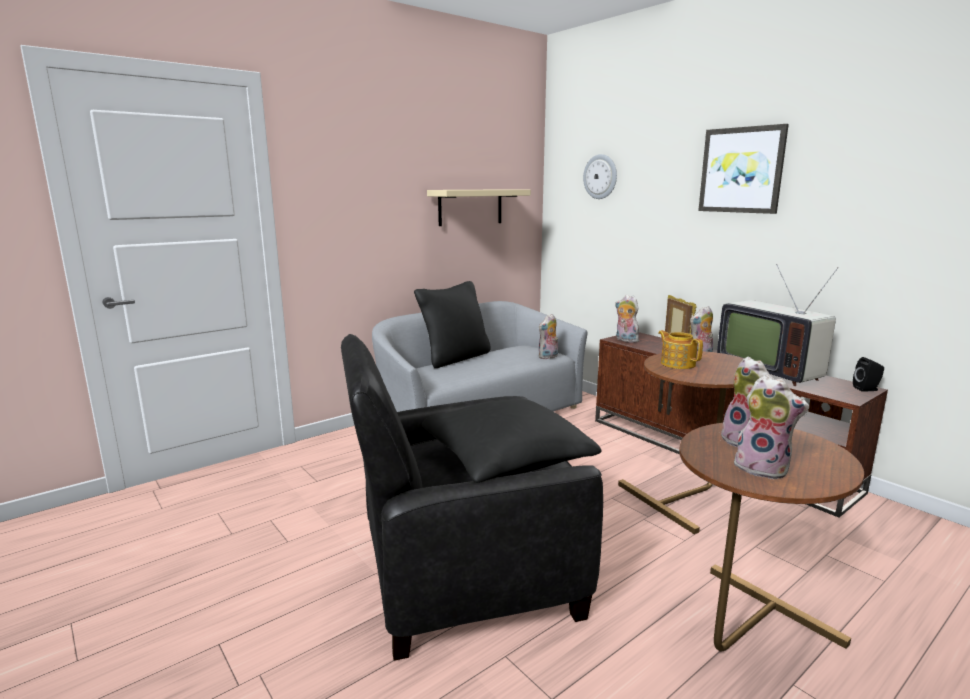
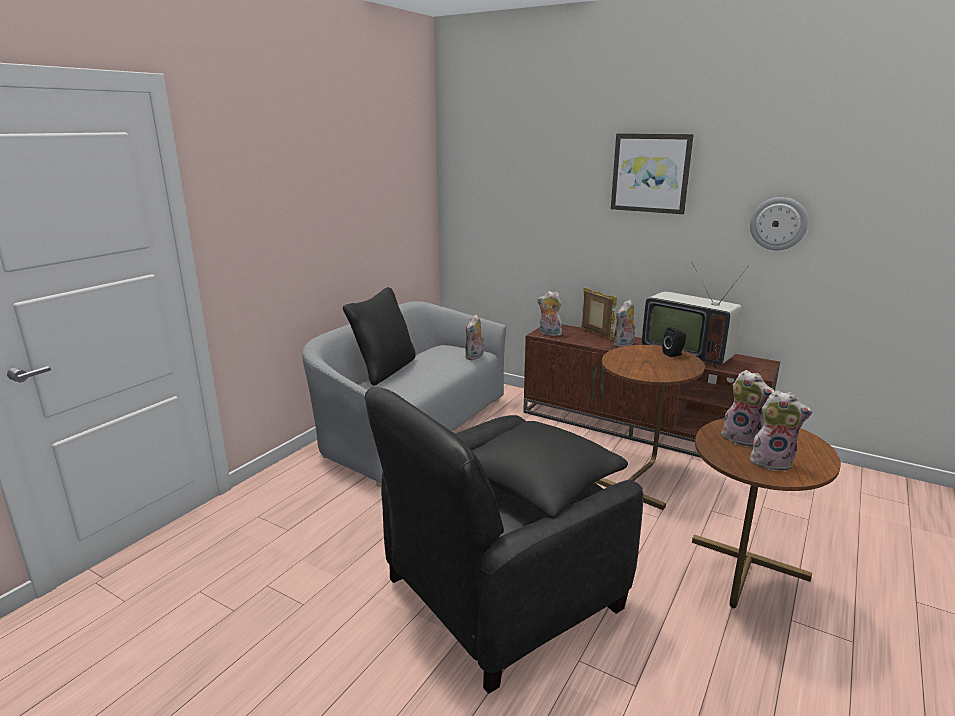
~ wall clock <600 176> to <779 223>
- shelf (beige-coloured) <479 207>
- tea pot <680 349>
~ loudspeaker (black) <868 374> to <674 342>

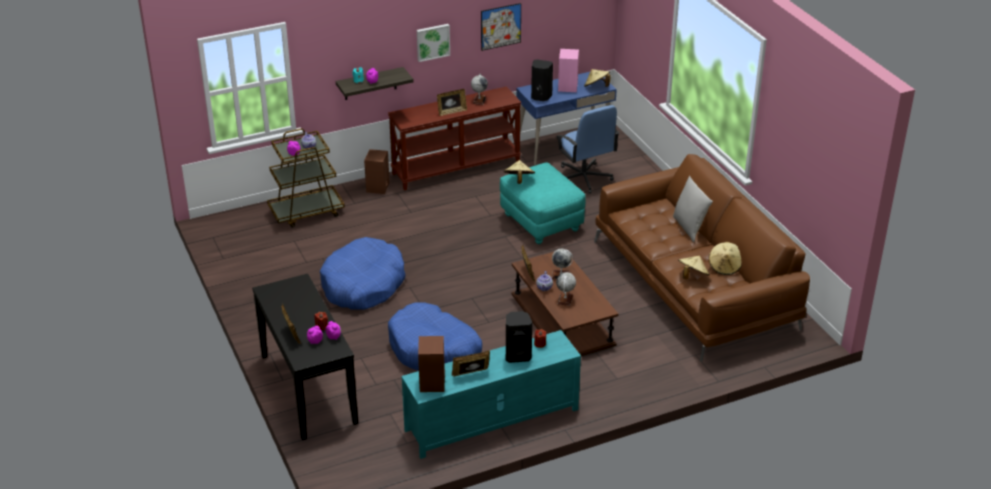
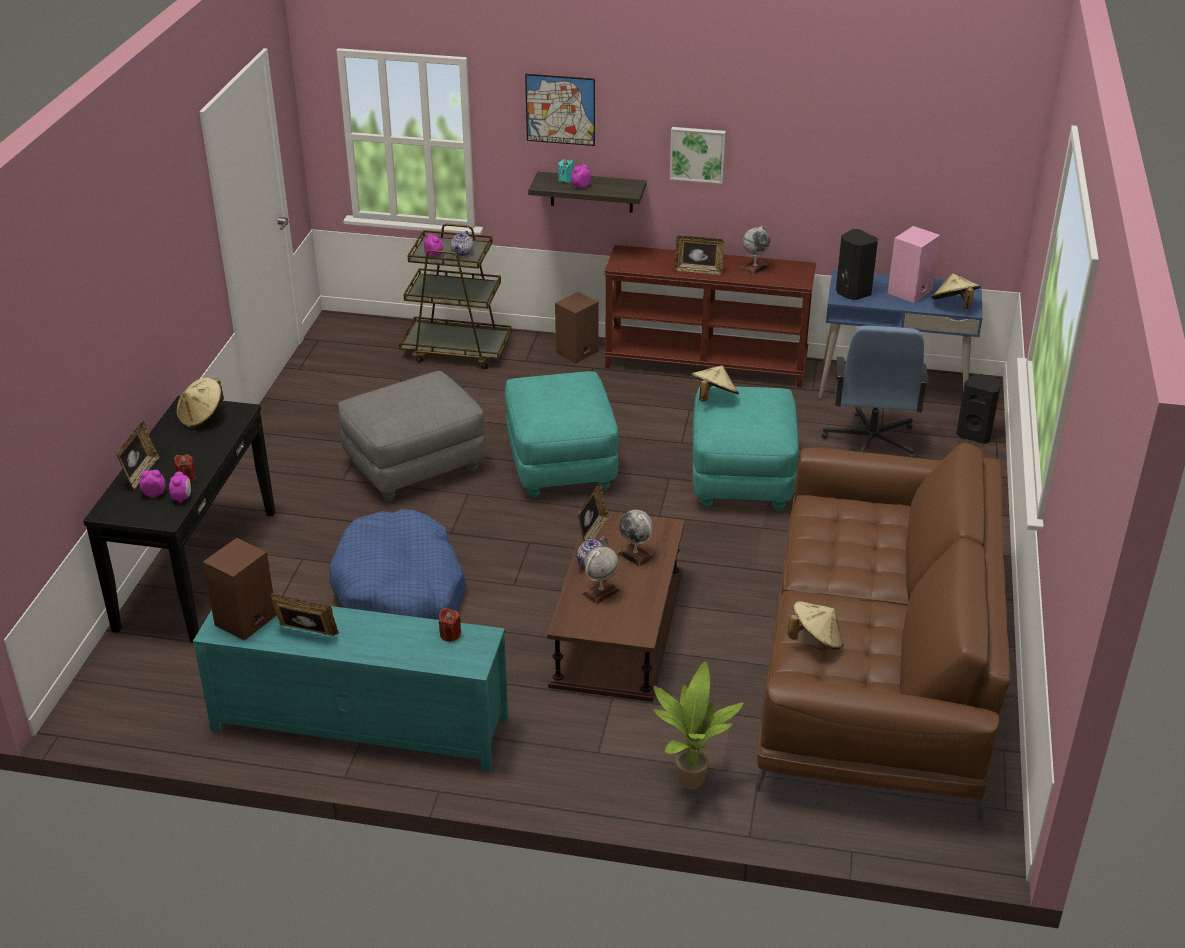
~ picture <501 27> to <560 110>
- pillow (greyish) <693 209>
~ dog cushion (bluish) <362 273> to pouffe (greyish) <412 436>
~ clothing hat (beige-coloured) <725 258> to <200 402>
~ loudspeaker (black) <519 337> to <978 409>
+ pouffe (blue-green) <562 434>
+ plant in a pot <698 725>

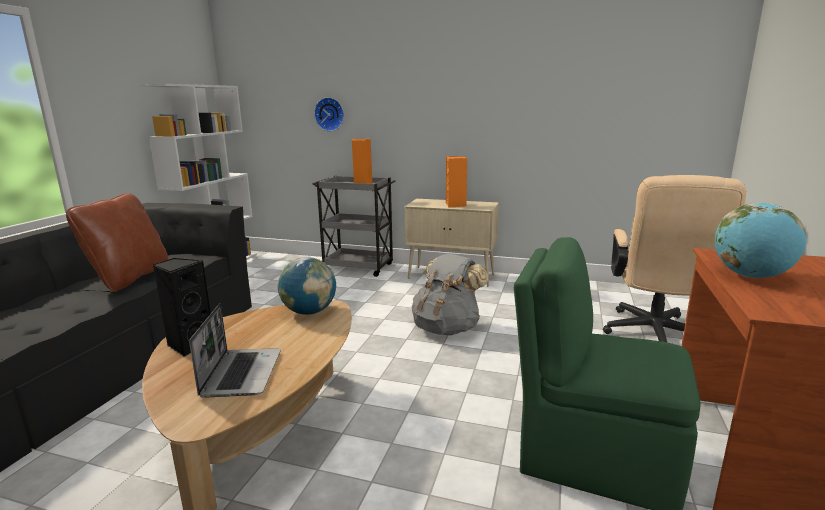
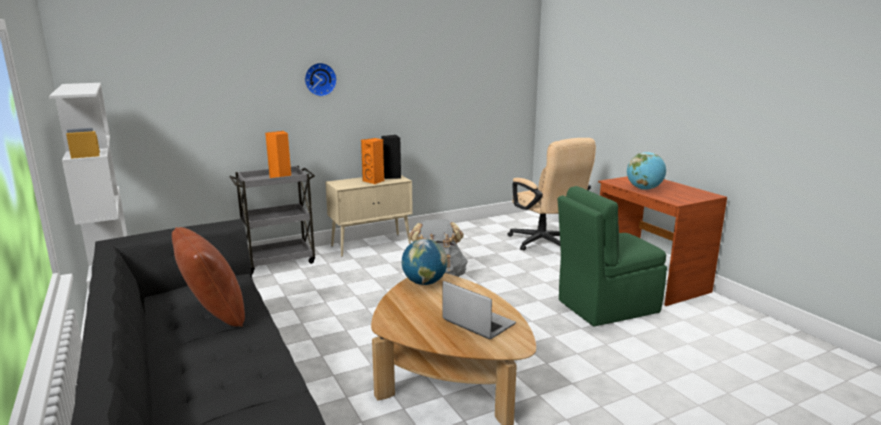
~ wall clock <329 114> to <320 80>
~ loudspeaker (black) <182 307> to <391 157>

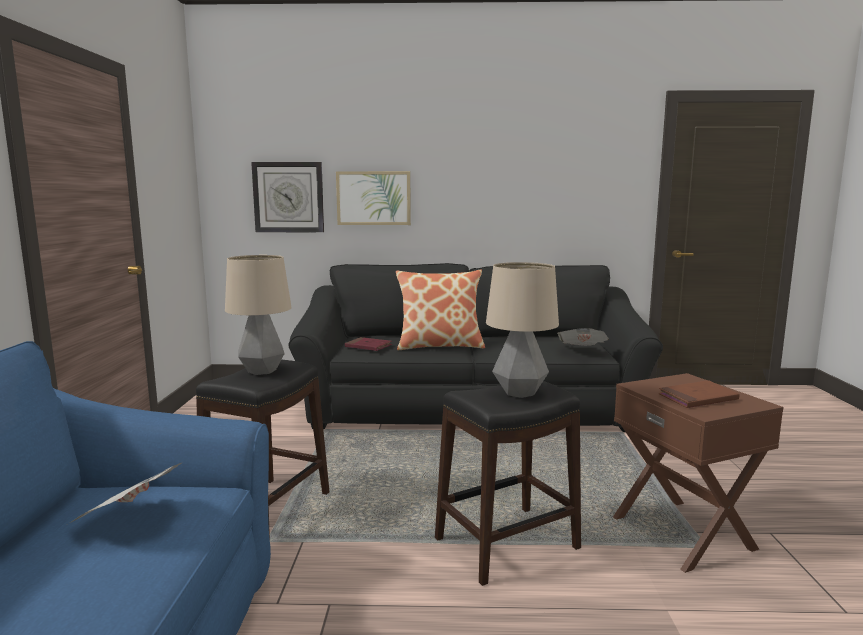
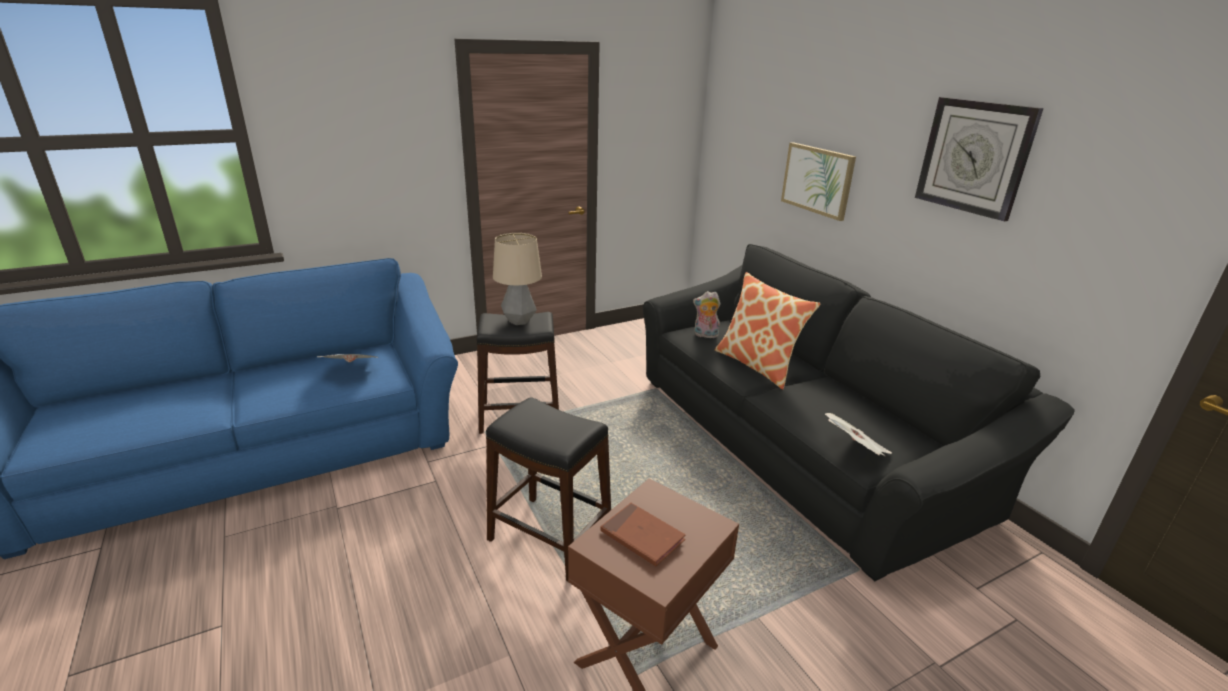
~ wall clock <287 197> to <979 159>
- table lamp <522 330>
~ book (reddish) <368 344> to soft toy <707 314>

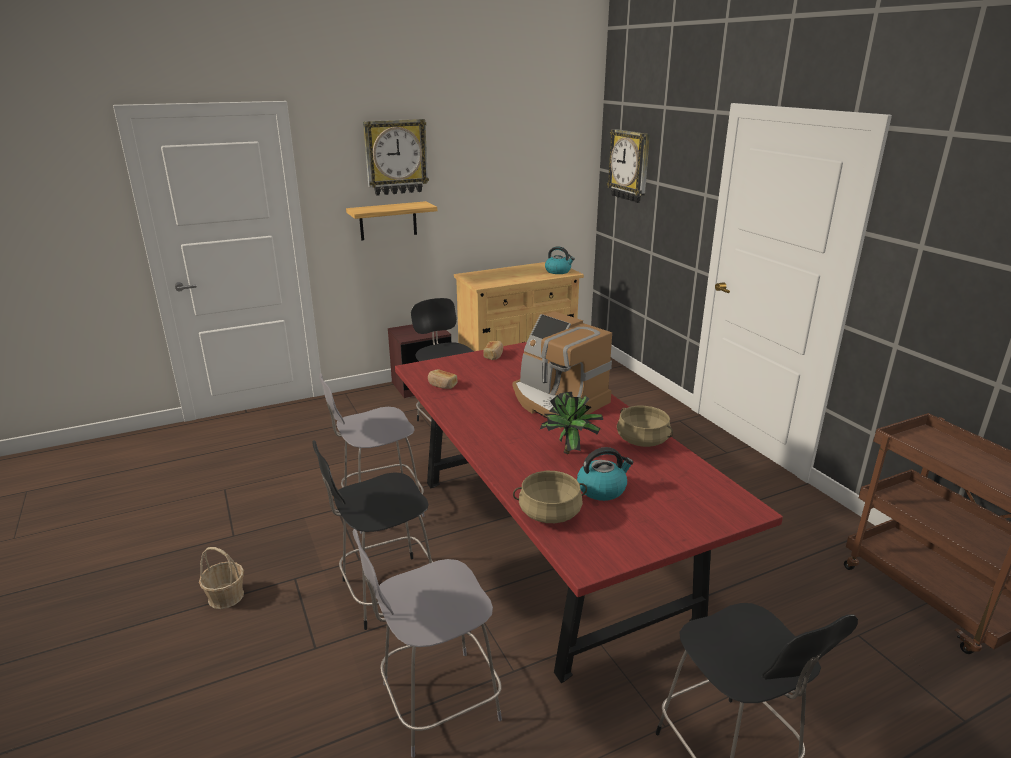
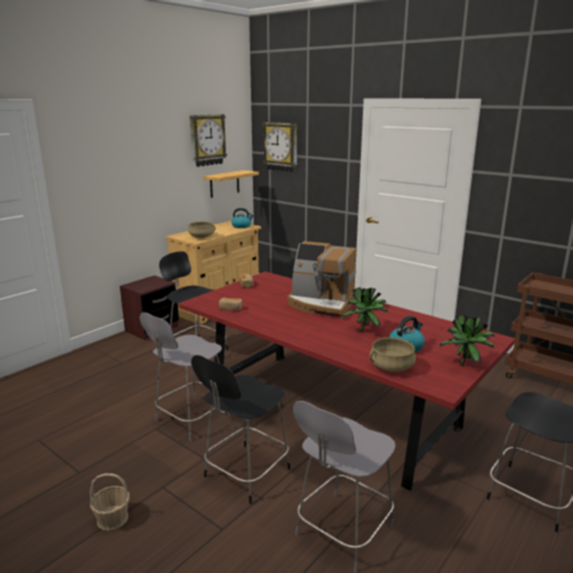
~ wall clock <396 157> to <208 140>
~ shelf <391 220> to <231 184>
~ cooking pot (beige-coloured) <645 426> to <201 229>
+ plant in a pot <467 340>

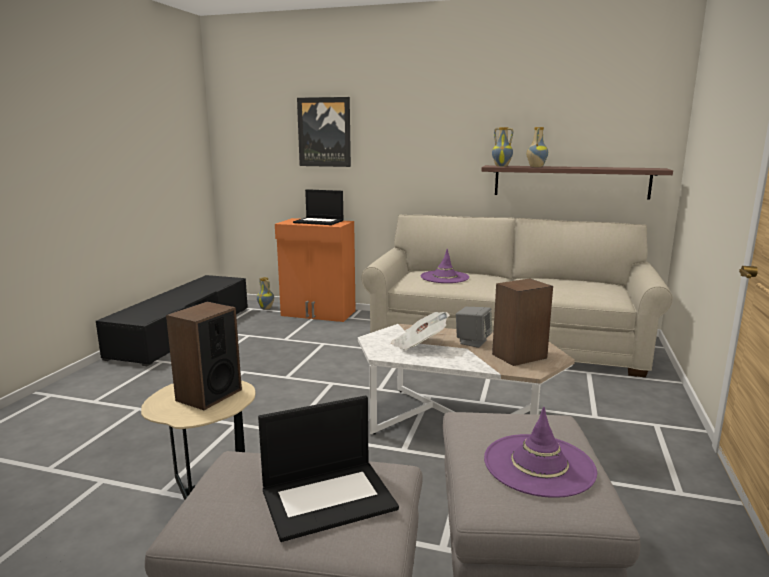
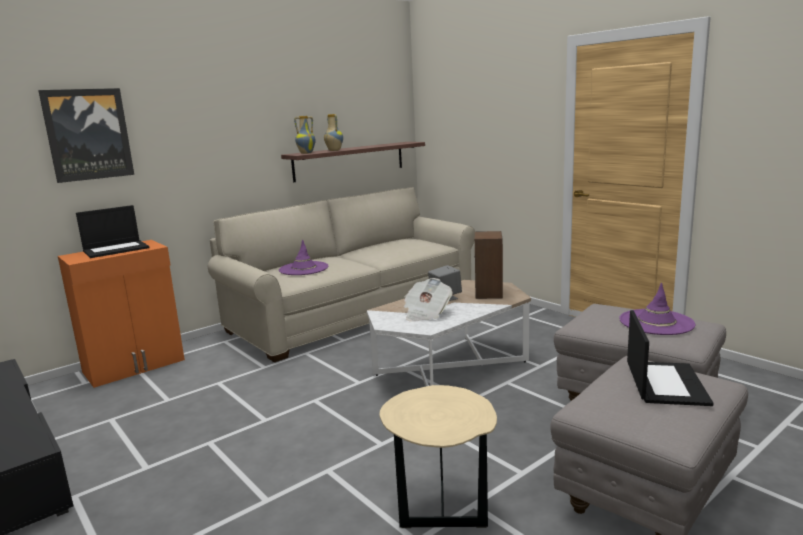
- decorative vase <265 293>
- loudspeaker <204 356>

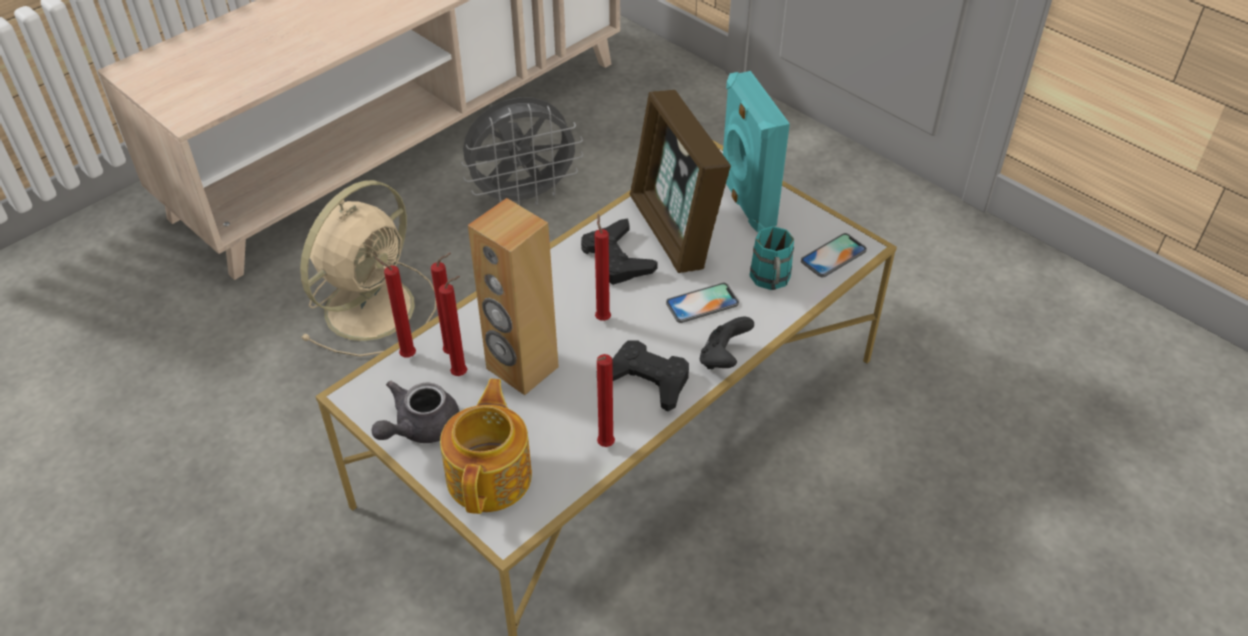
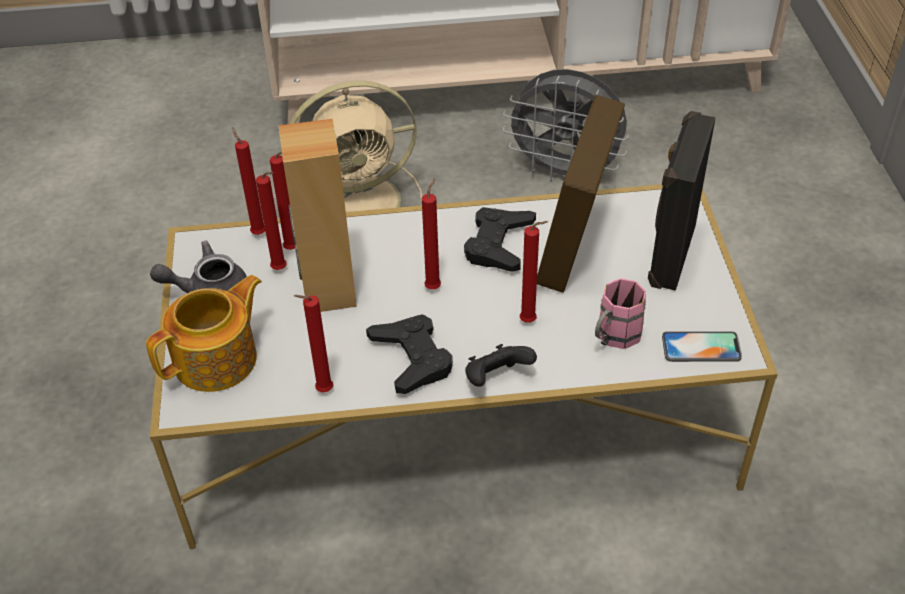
~ loudspeaker (blue-green) <756 151> to loudspeaker (black) <682 201>
~ mug (blue-green) <772 258> to mug (pink-coloured) <620 313>
~ phone <702 303> to candle (reddish) <534 272>

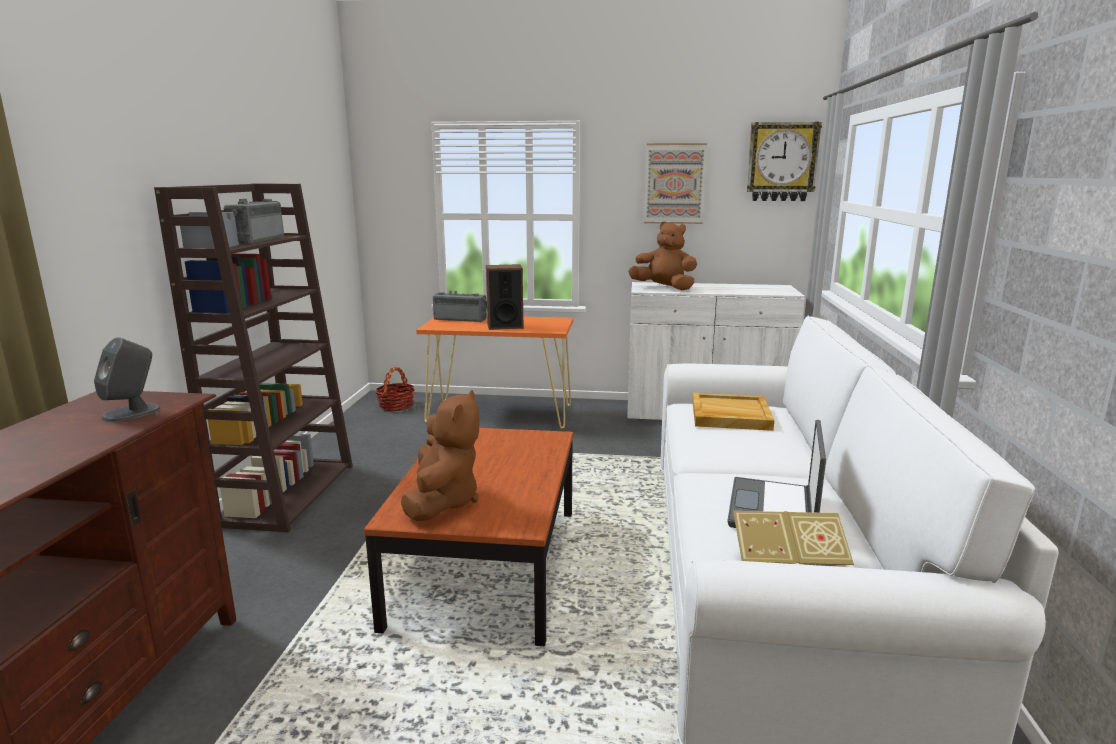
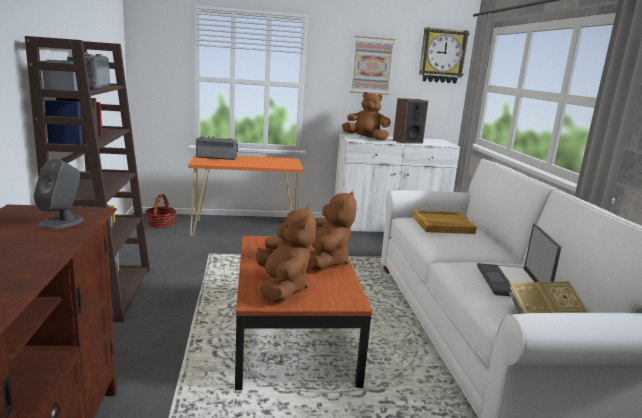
~ loudspeaker <505 297> to <410 121>
+ soft toy (brown) <332 231>

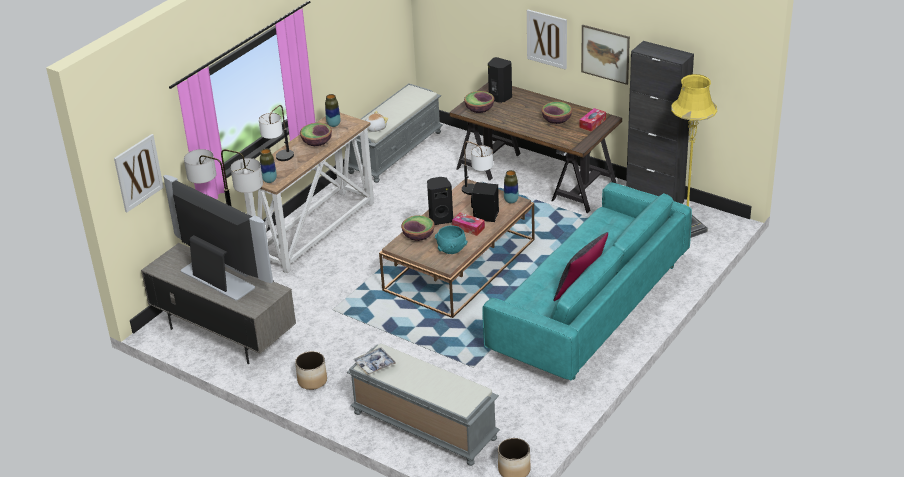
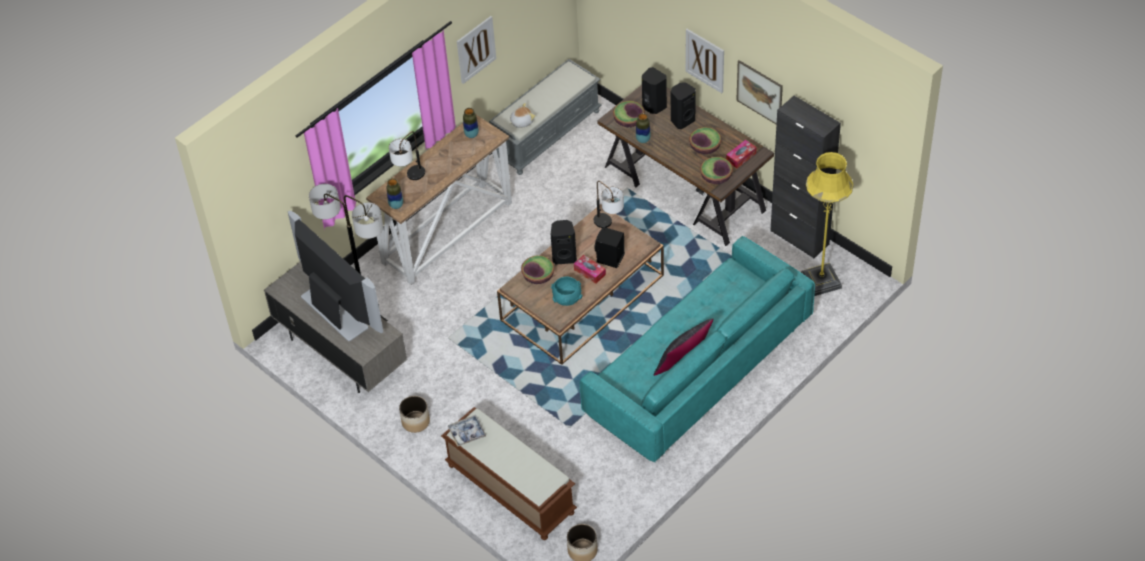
~ deep dish <316 134> to <716 170>
~ picture <139 173> to <476 50>
~ decorative vase <511 187> to <643 128>
~ long seat (greyish) <423 405> to long seat (brown) <509 473>
+ loudspeaker (black) <683 105>

